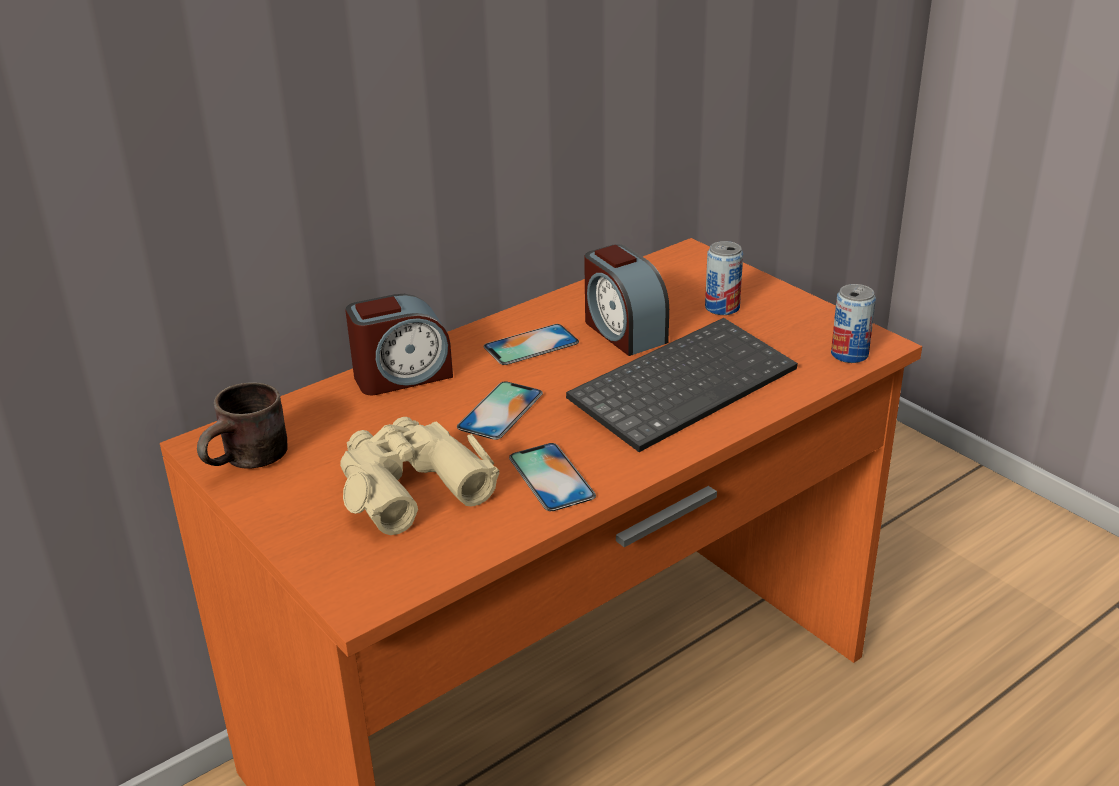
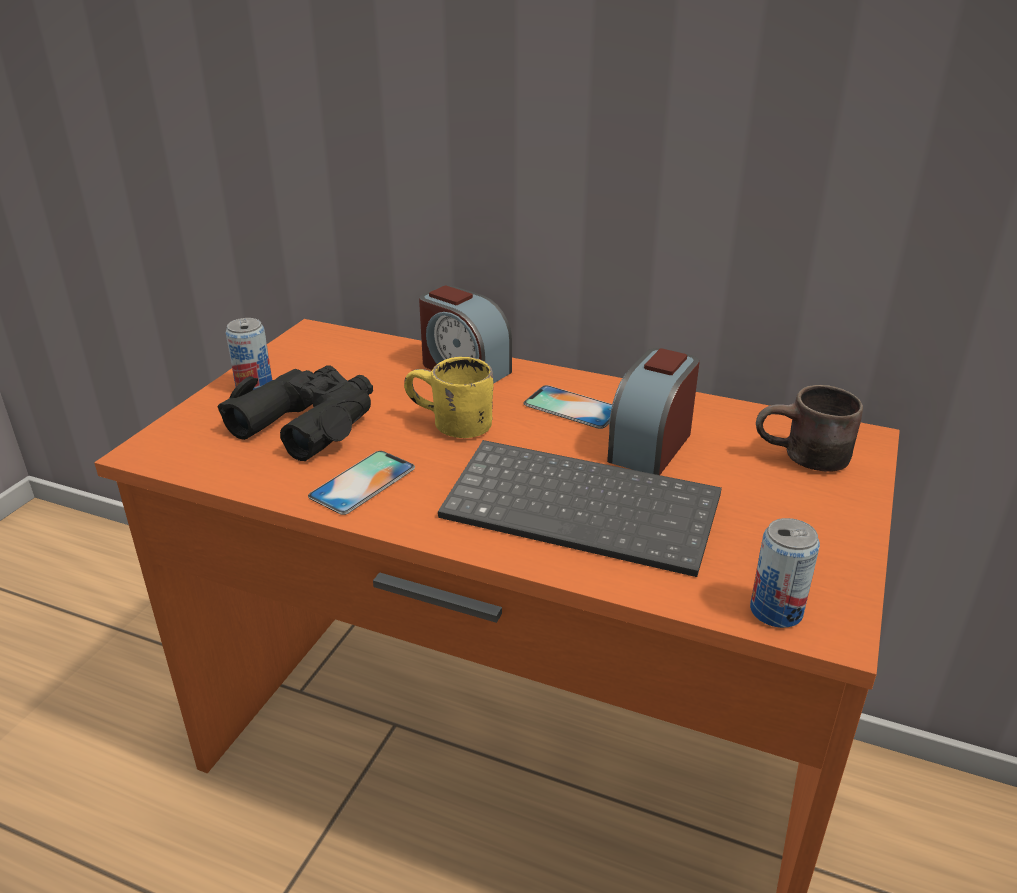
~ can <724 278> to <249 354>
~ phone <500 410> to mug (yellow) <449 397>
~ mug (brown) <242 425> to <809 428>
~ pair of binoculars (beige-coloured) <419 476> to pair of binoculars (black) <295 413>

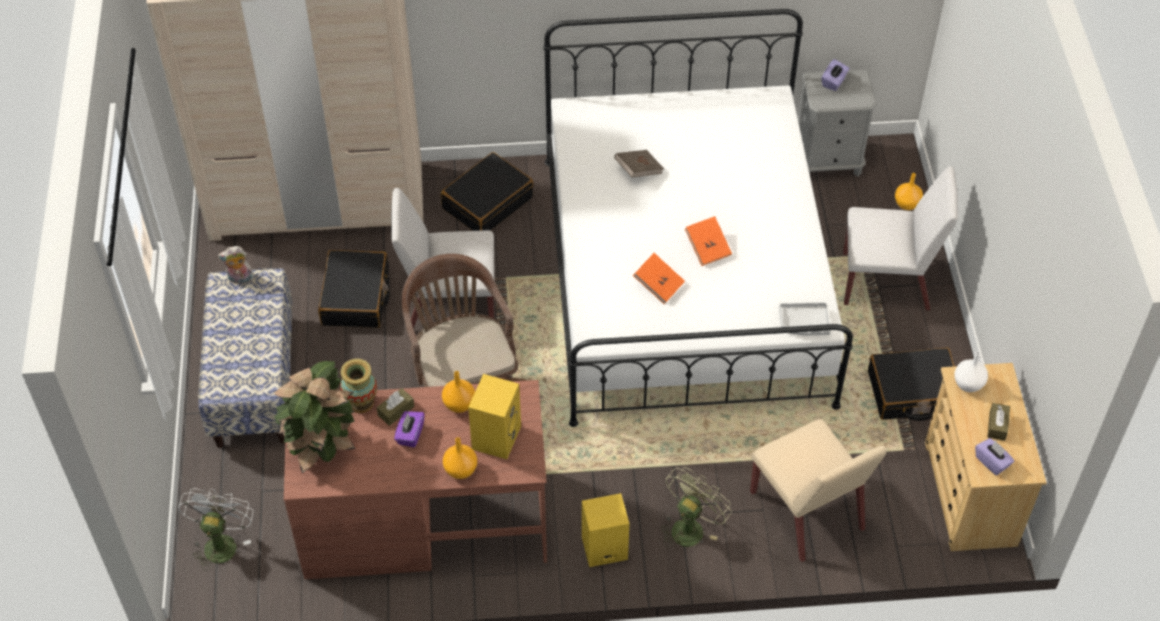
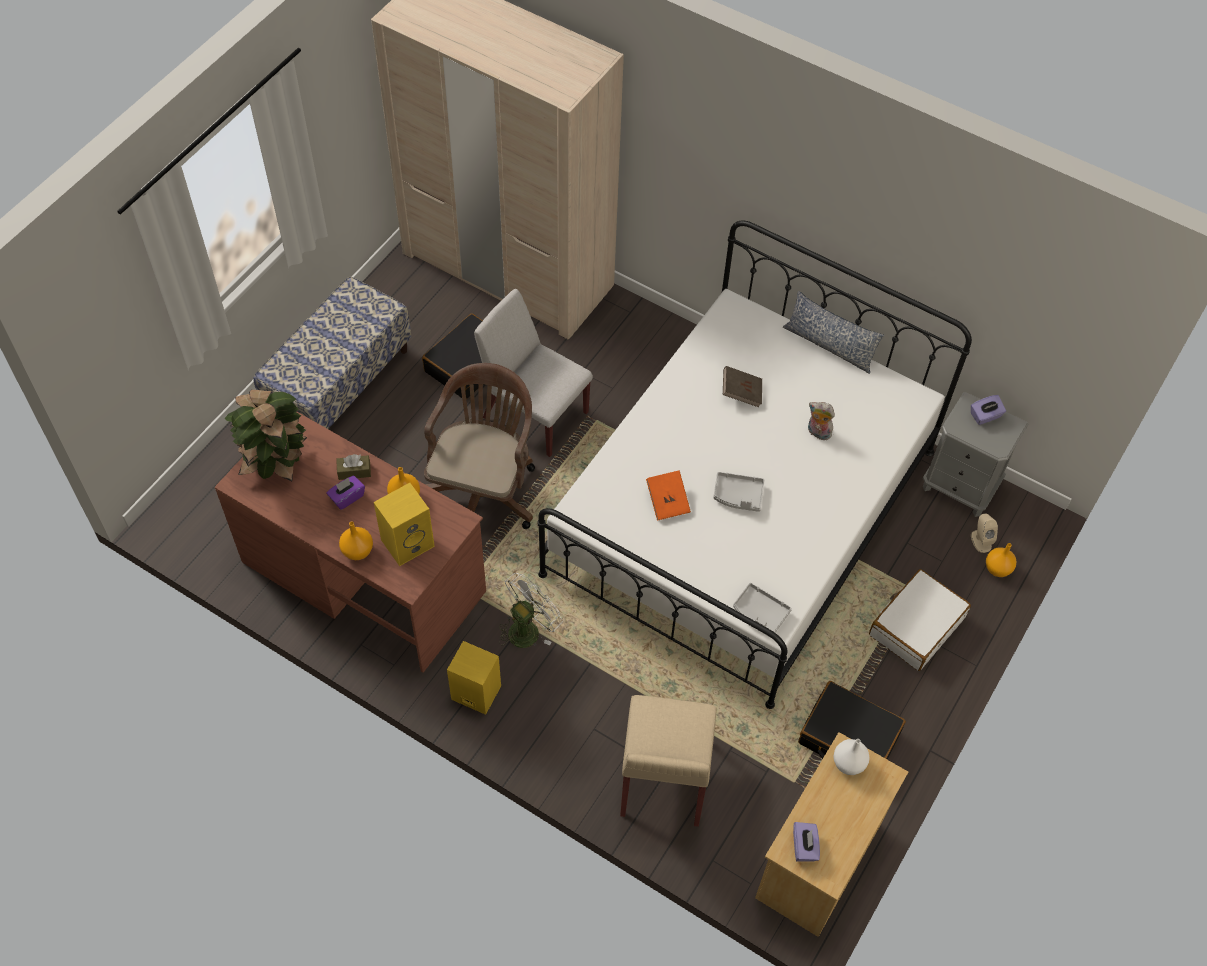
- suitcase (black) <487 191>
~ plain chair (white-coloured) <900 238> to suitcase (white-coloured) <920 620>
~ book (orangey) <708 241> to serving tray (greyish) <738 492>
~ soft toy <236 266> to <821 421>
- decorative vase <358 386>
- box of tissues (brown) <998 422>
- electric fan (green-coloured) <695 507>
~ electric fan (white-coloured) <215 529> to <531 610>
+ pillow <833 332>
+ loudspeaker (beige-coloured) <984 533>

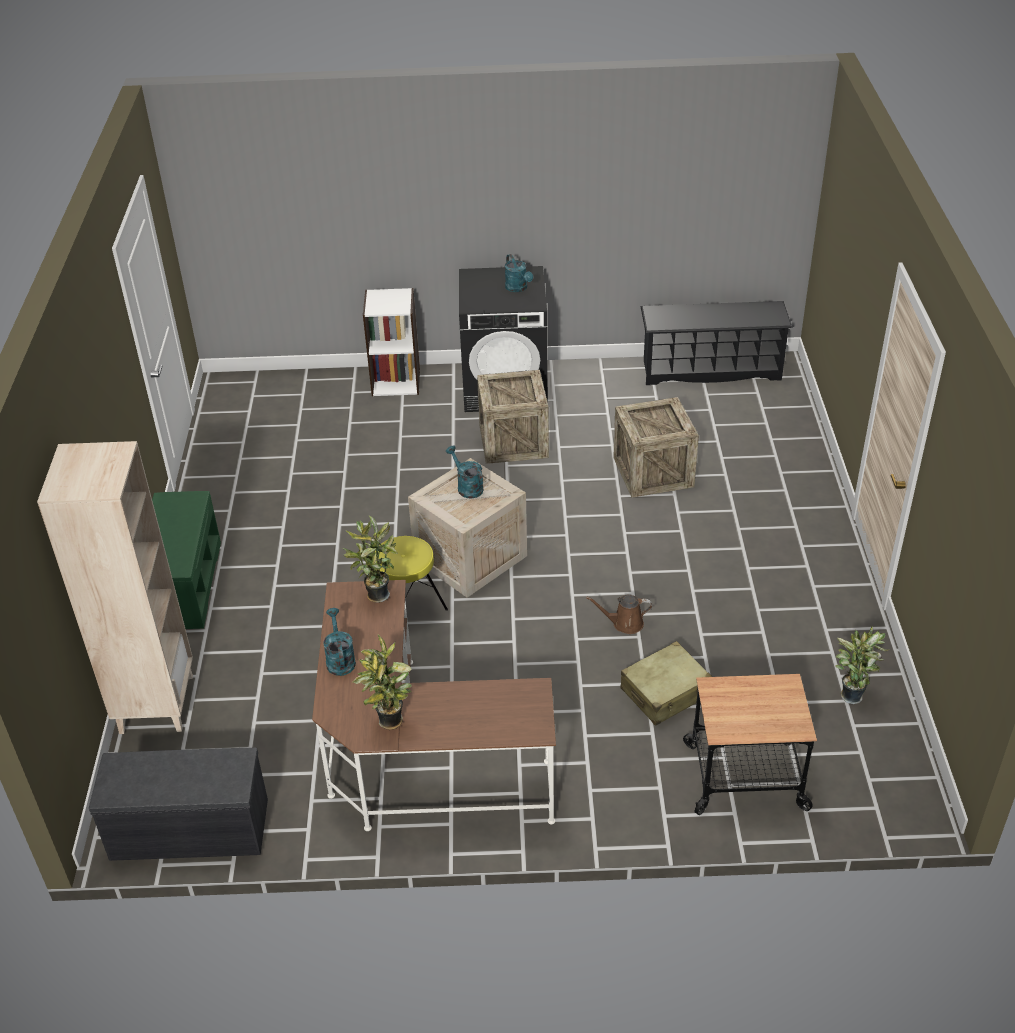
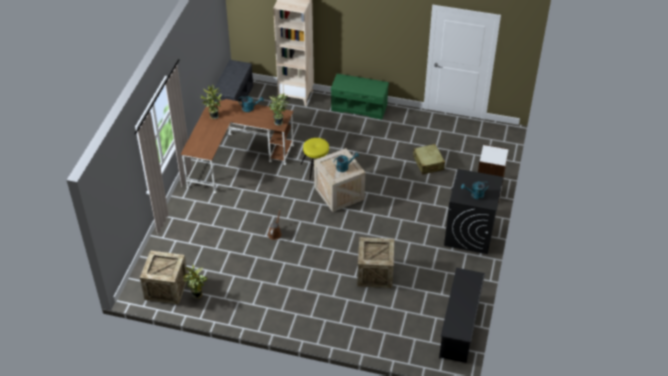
~ crate <513 417> to <164 277>
~ suitcase (beige-coloured) <666 683> to <429 159>
- trolley <750 744>

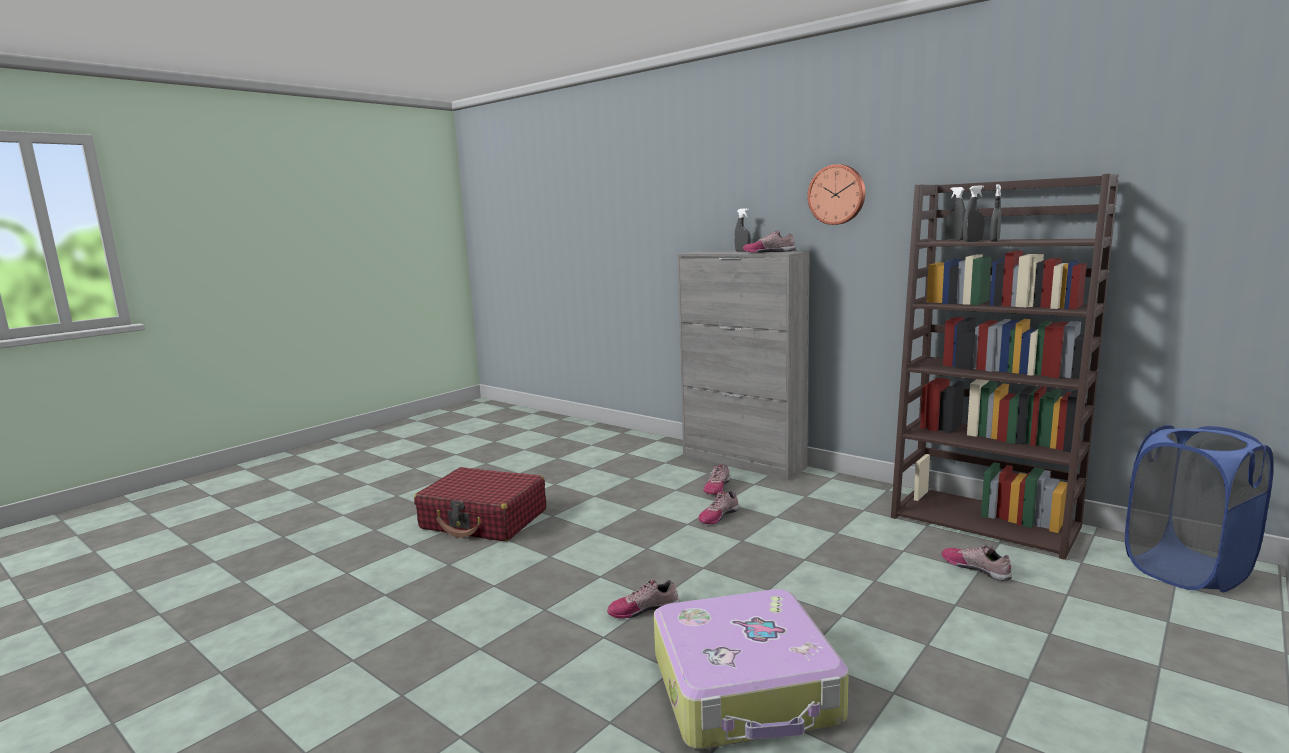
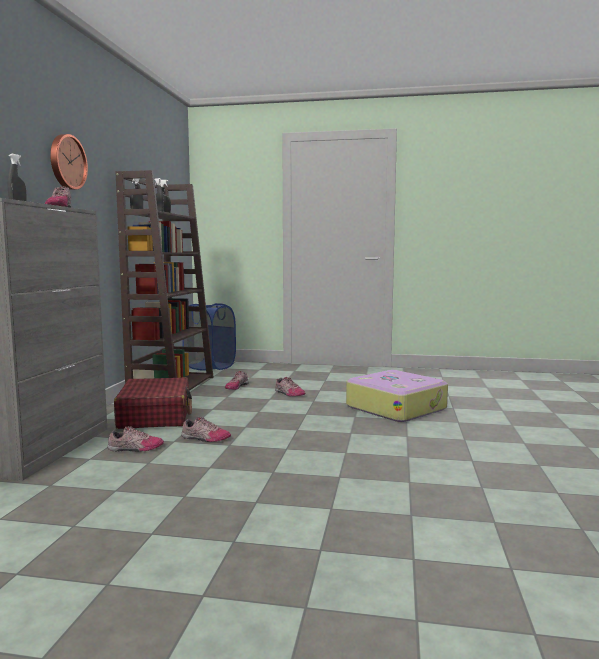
~ suitcase (reddish) <480 504> to <153 403>
~ item of footwear <643 599> to <290 386>

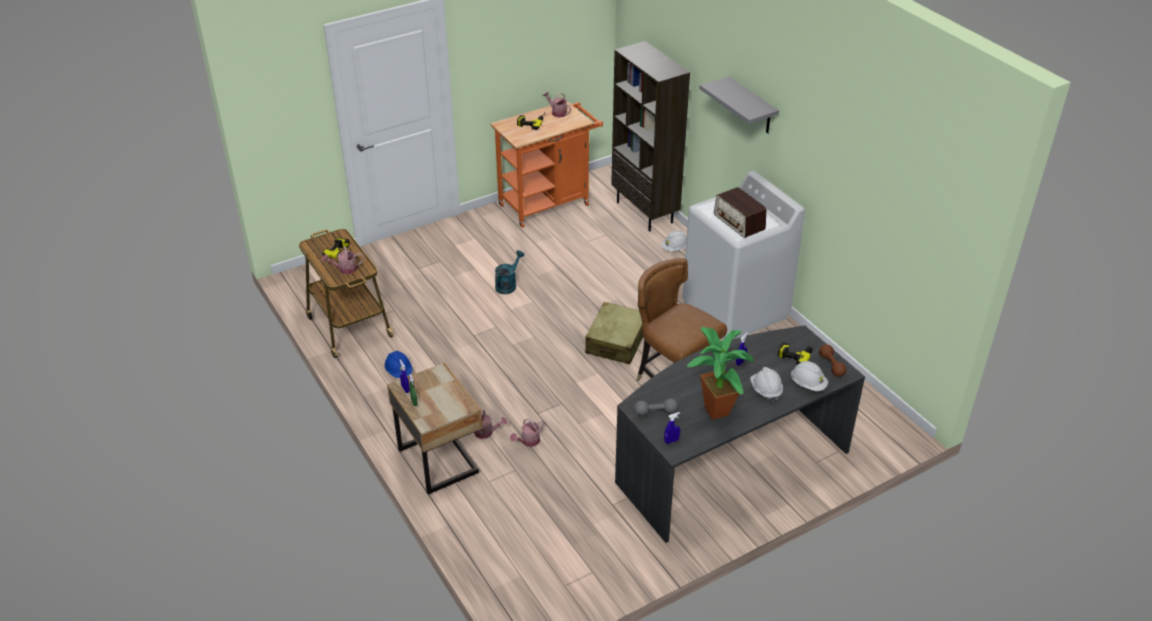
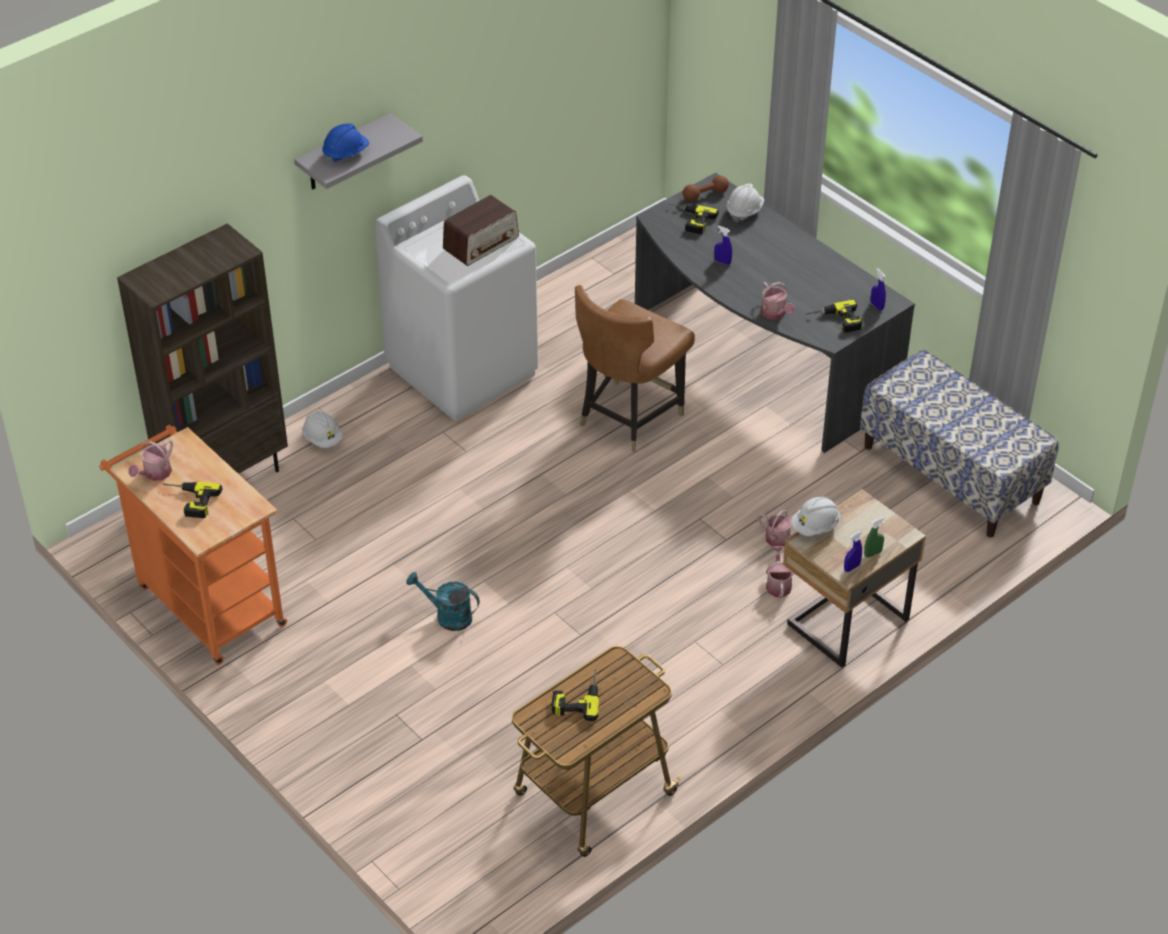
~ watering pot <343 260> to <778 301>
- suitcase (beige-coloured) <614 333>
- plant in a pot <721 373>
~ work helmet (bluish) <399 364> to <345 143>
~ work helmet (white-coloured) <766 384> to <816 516>
~ free weight (greyish) <656 407> to electric drill <833 316>
+ long seat <959 443>

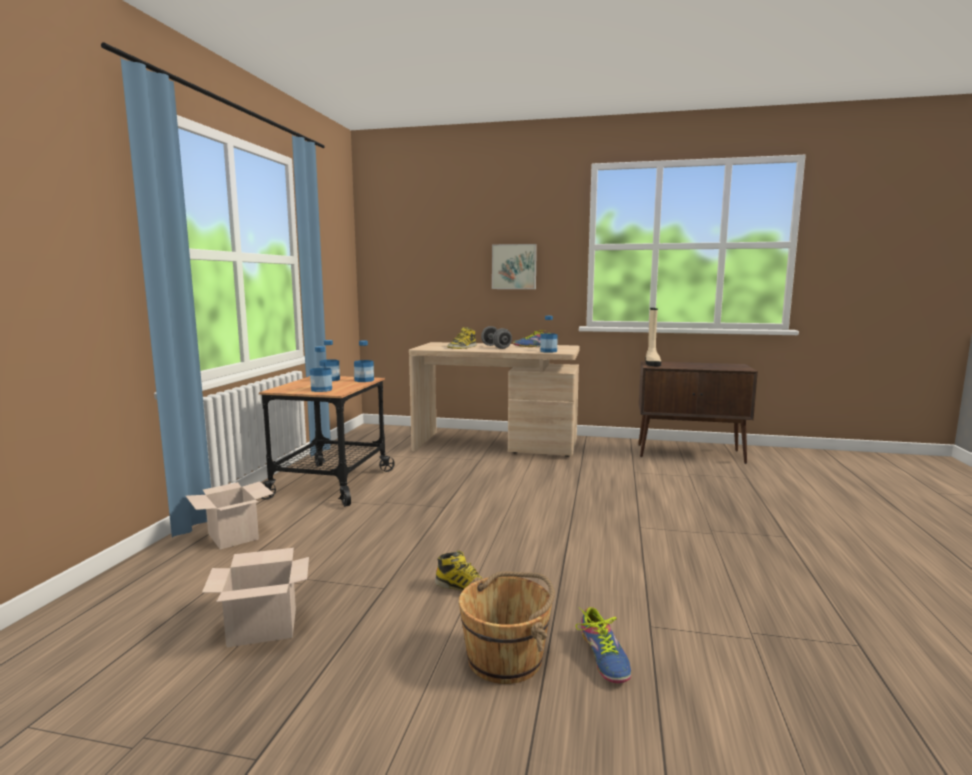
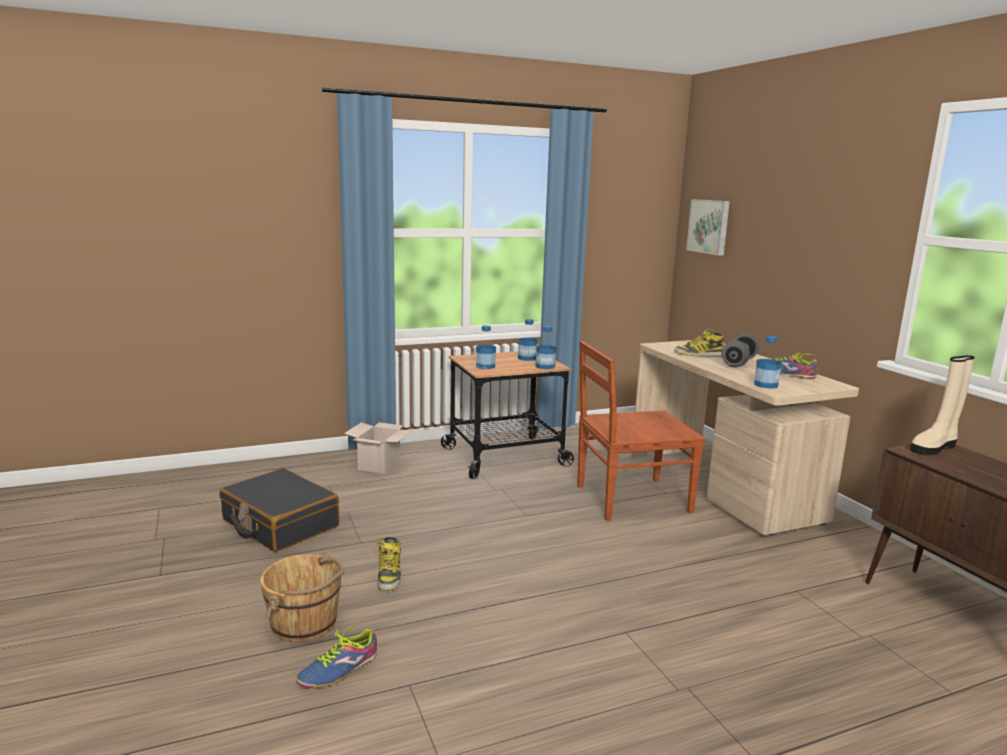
~ picture <514 266> to <708 227>
~ cardboard box <255 597> to suitcase (black) <279 510>
+ plain chair (brown) <641 431>

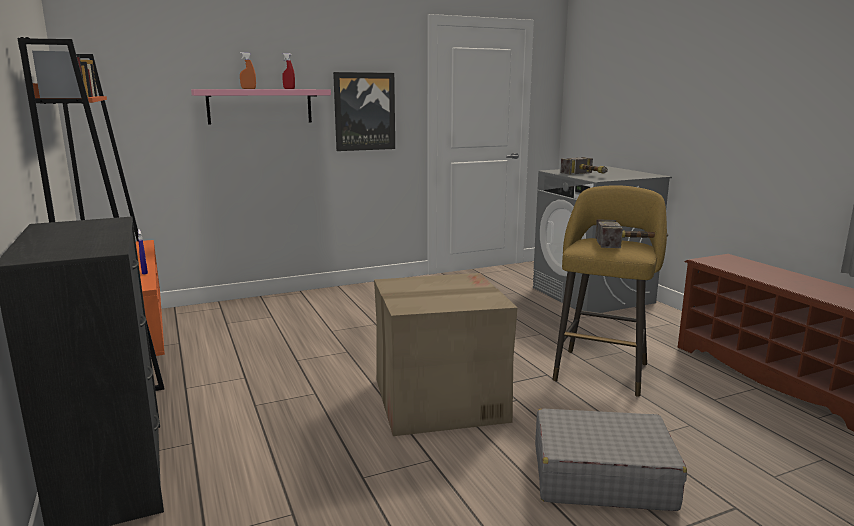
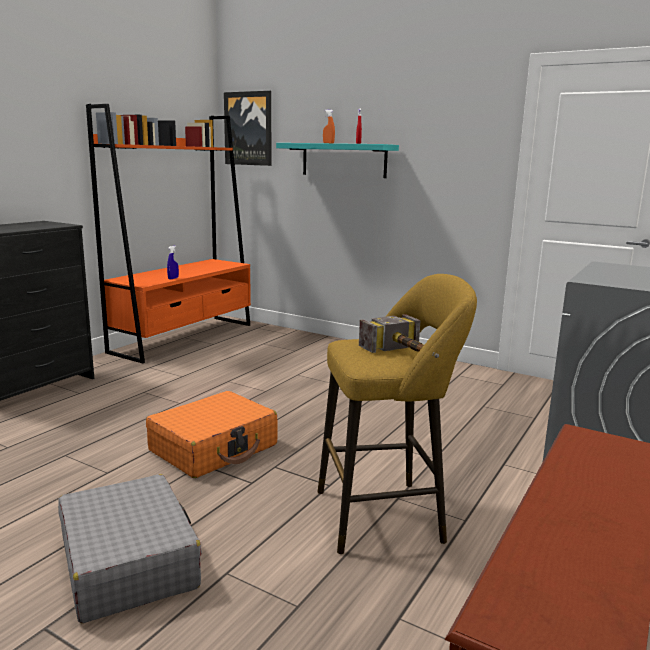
~ picture <364 111> to <247 128>
~ shelf (pink-coloured) <261 107> to shelf (blue-green) <337 160>
- tool hammer <584 166>
~ cardboard box <445 354> to suitcase (orangey) <212 434>

